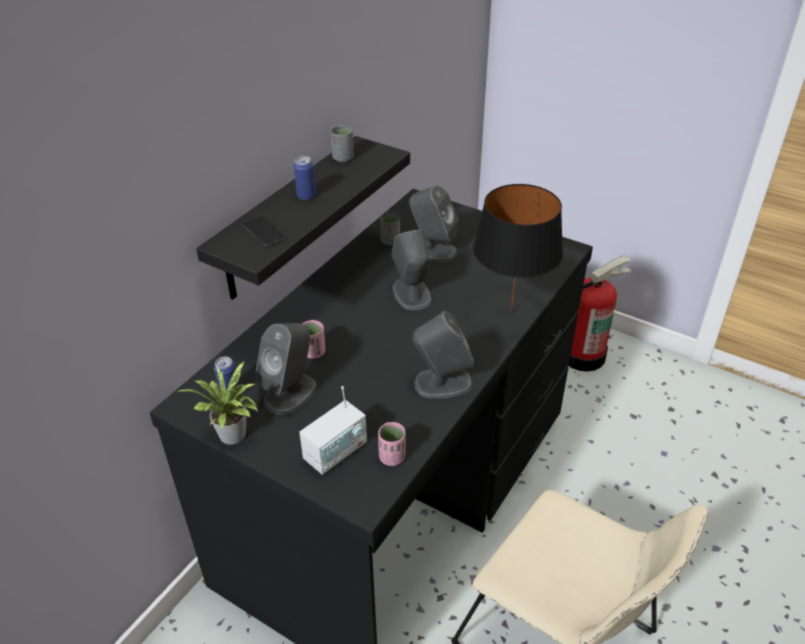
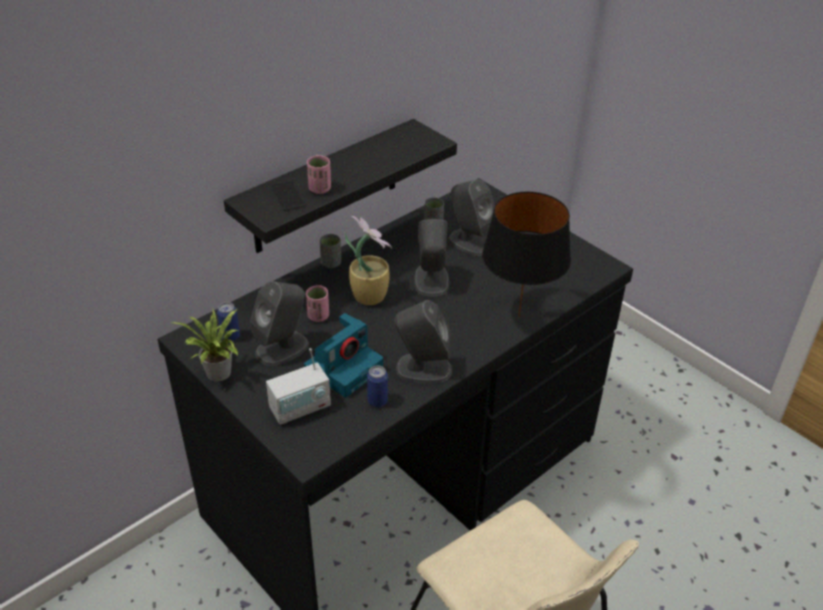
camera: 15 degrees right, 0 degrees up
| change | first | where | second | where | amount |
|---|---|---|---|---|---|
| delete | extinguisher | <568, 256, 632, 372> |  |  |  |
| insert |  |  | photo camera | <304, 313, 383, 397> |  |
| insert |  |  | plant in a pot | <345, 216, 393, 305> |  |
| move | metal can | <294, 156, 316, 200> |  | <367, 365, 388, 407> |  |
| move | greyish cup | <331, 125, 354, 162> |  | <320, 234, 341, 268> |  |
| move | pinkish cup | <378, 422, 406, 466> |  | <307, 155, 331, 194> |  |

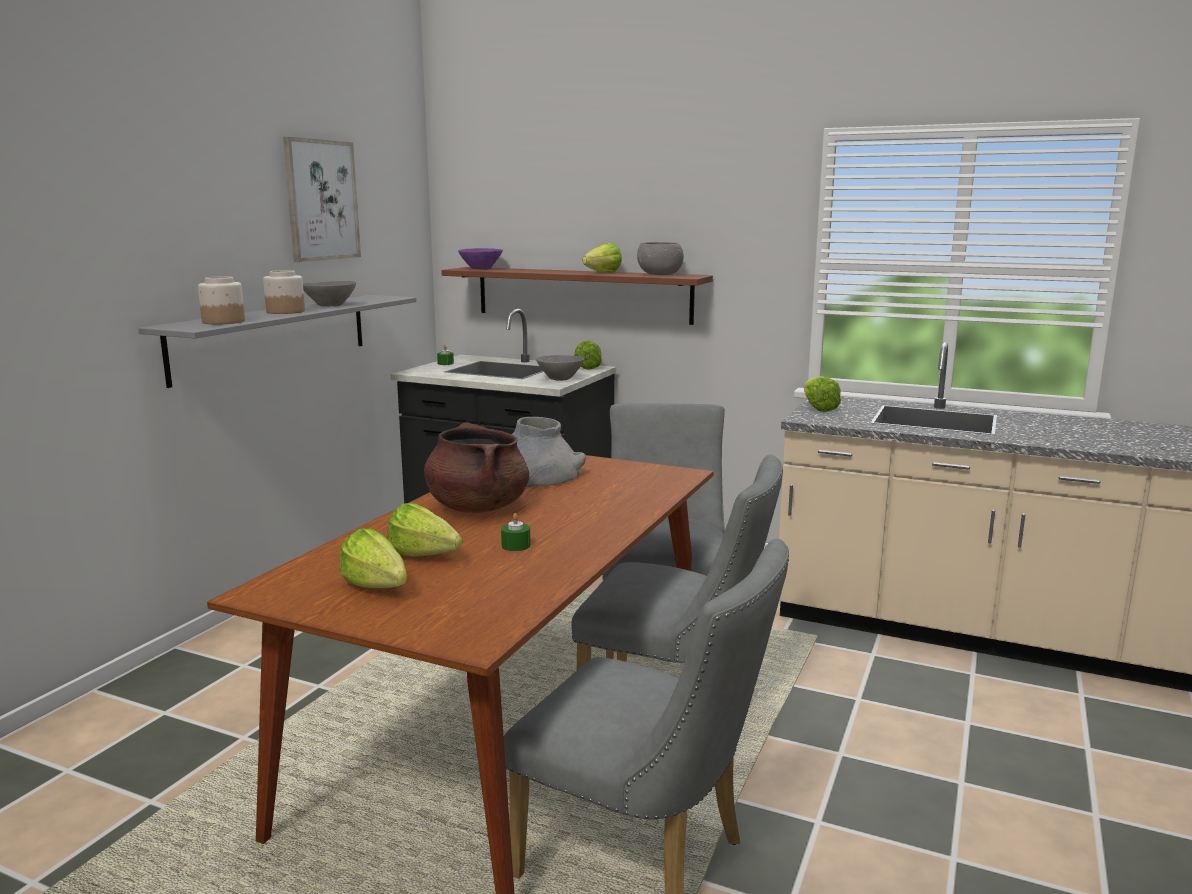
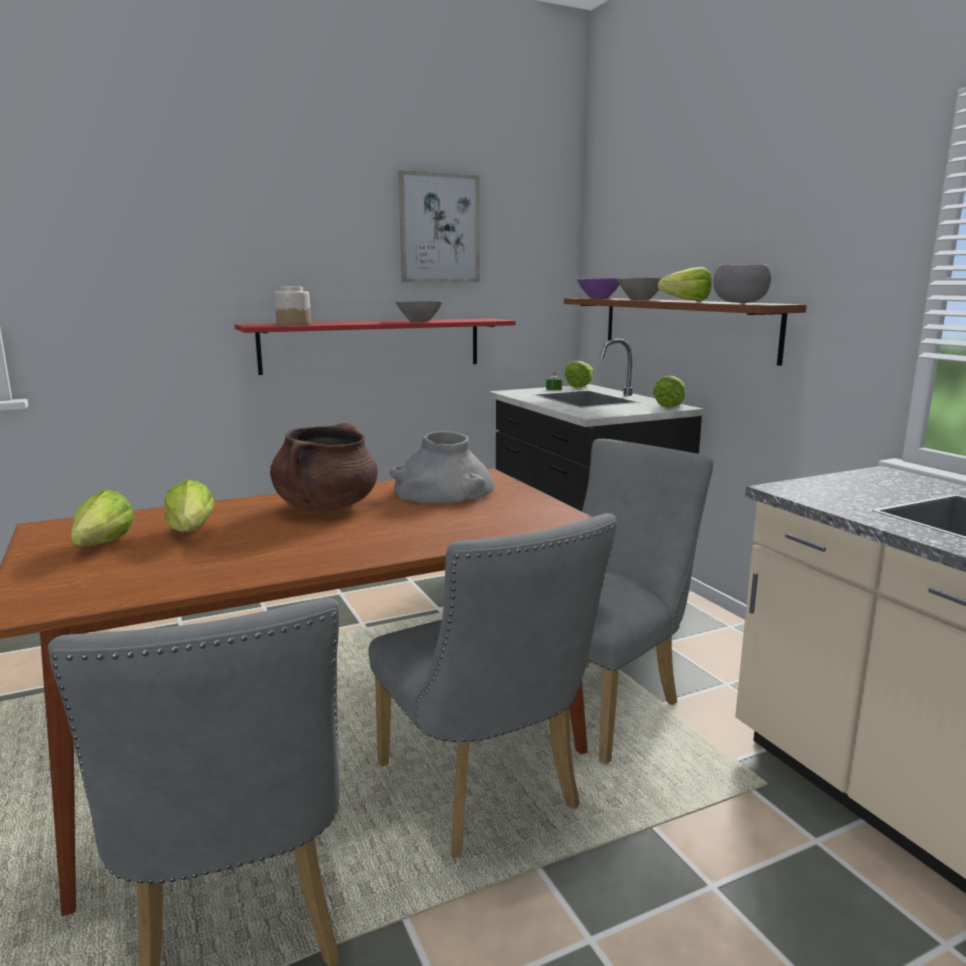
camera: 40 degrees right, 0 degrees up
| change | first | where | second | where | amount |
|---|---|---|---|---|---|
| delete | preserve jar | <263, 270, 305, 314> |  |  |  |
| delete | green-coloured wax candle | <501, 513, 530, 551> |  |  |  |
| move | greyish deep dish | <536, 355, 584, 381> |  | <617, 278, 662, 300> |  |
| move | head of lettuce | <804, 376, 841, 412> |  | <565, 361, 593, 388> |  |
| recolor | greyish wall shelf | <138, 295, 417, 388> | reddish wall shelf | <235, 318, 516, 375> |  |

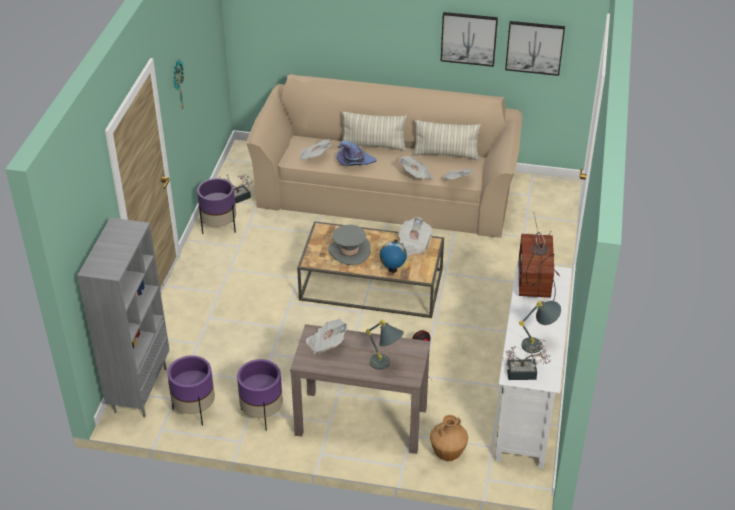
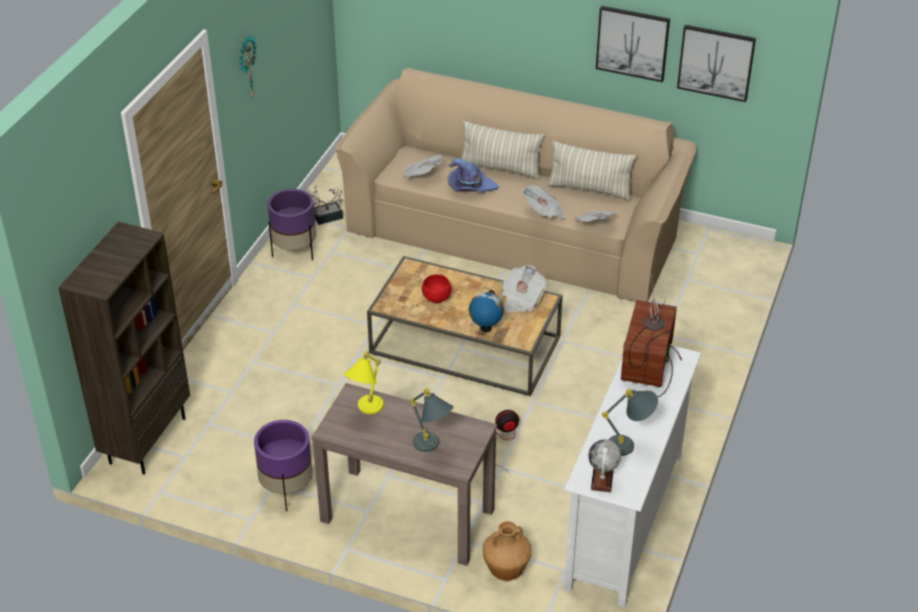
camera: 10 degrees right, 0 degrees up
| change | first | where | second | where | amount |
|---|---|---|---|---|---|
| delete | purple planter | <168, 355, 215, 426> |  |  |  |
| replace | printed paper | <306, 319, 348, 354> | yellow tabletop lamp | <343, 352, 383, 414> |  |
| replace | greyish wearable hat | <328, 225, 371, 265> | reddish deep dish | <422, 274, 451, 303> |  |
| replace | plant in a pot | <501, 339, 550, 380> | globe | <588, 440, 621, 492> |  |
| recolor | greyish shelving unit | <77, 218, 170, 418> | brown-coloured shelving unit | <58, 222, 190, 475> |  |

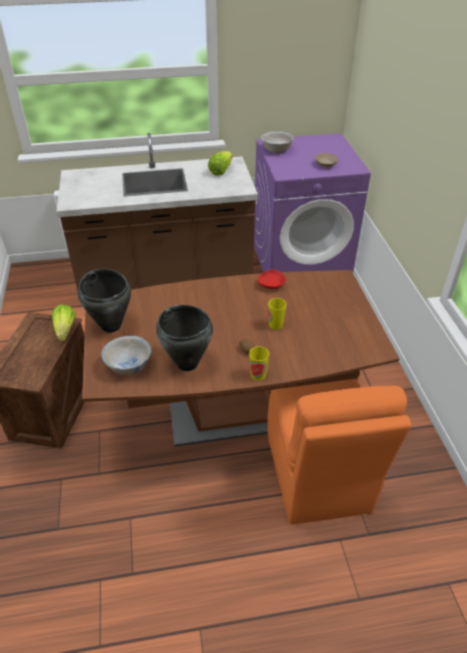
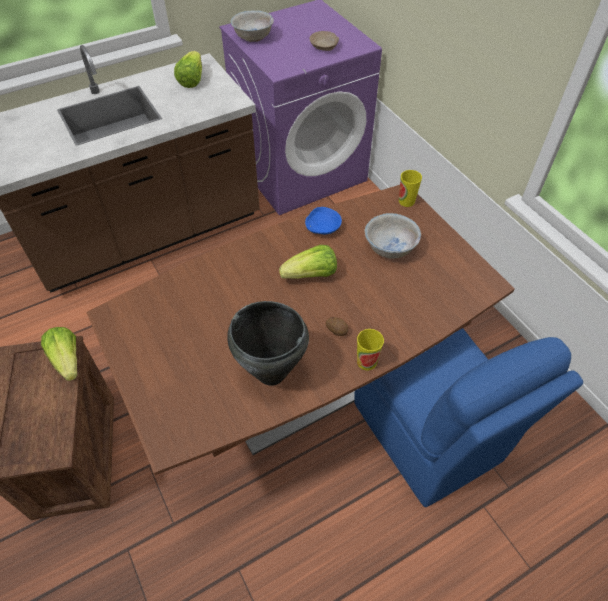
camera: 20 degrees left, 10 degrees up
| change | first | where | second | where | amount |
|---|---|---|---|---|---|
| delete | black-coloured stockpot | <78, 269, 131, 333> |  |  |  |
| insert |  |  | head of lettuce | <279, 245, 337, 279> |  |
| move | whitish deep dish | <101, 336, 152, 375> |  | <365, 213, 421, 259> |  |
| move | cup | <268, 298, 287, 330> |  | <399, 170, 422, 207> |  |
| recolor | reddish deep dish | <258, 270, 286, 289> | blue-coloured deep dish | <305, 207, 342, 234> |  |
| recolor | orangey upright chair | <267, 379, 411, 524> | blue-coloured upright chair | <354, 328, 583, 507> |  |

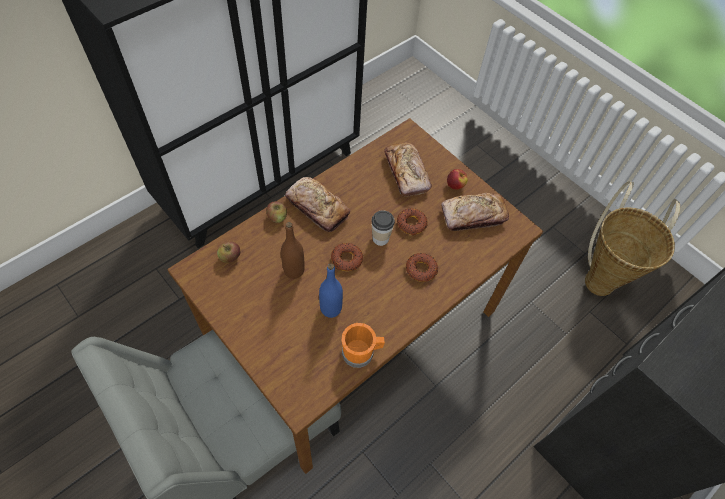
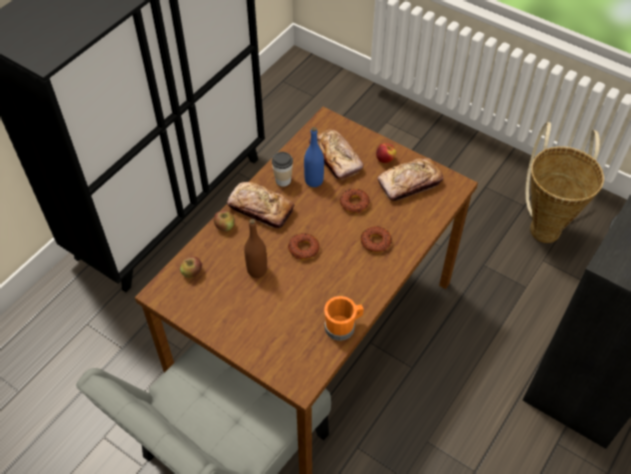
camera: 10 degrees left, 5 degrees down
| change | first | where | second | where | amount |
|---|---|---|---|---|---|
| move | blue-coloured drink bottle | <319, 264, 343, 318> |  | <304, 127, 324, 187> |  |
| move | cup | <371, 210, 395, 246> |  | <272, 152, 293, 187> |  |

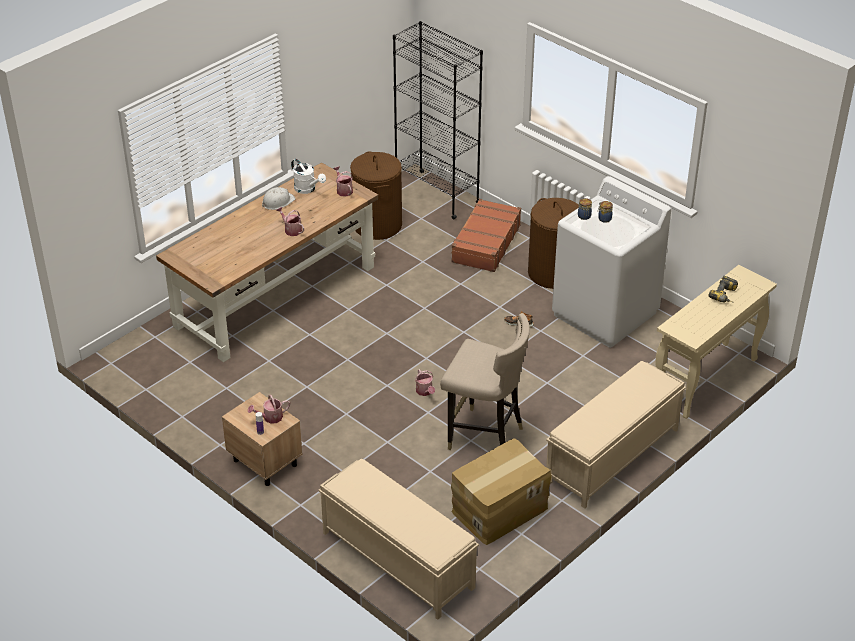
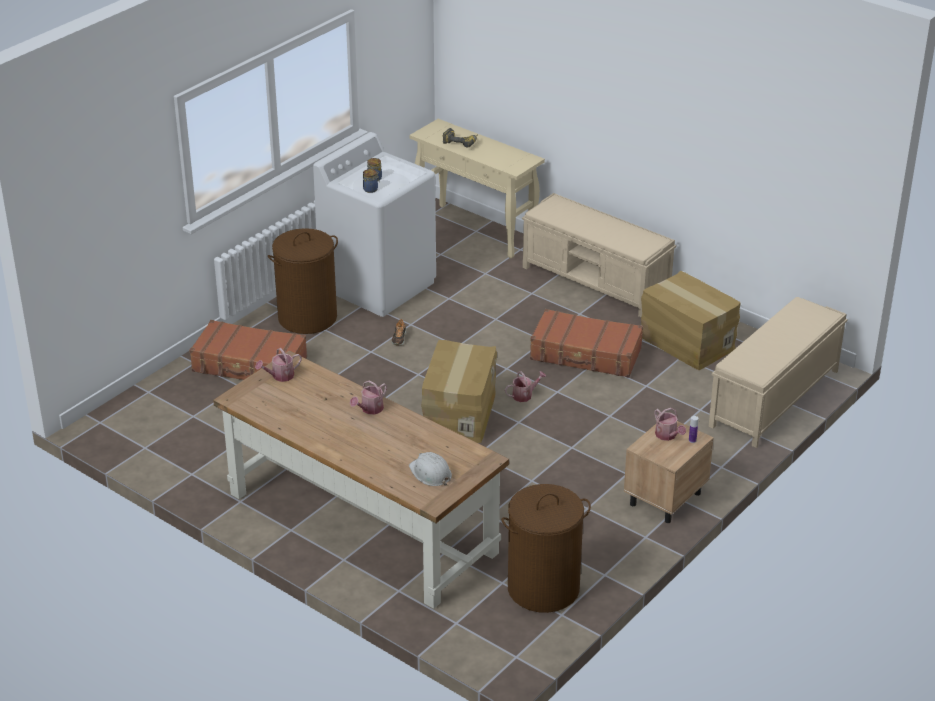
camera: 95 degrees left, 5 degrees down
| change | first | where | second | where | amount |
|---|---|---|---|---|---|
| delete | whitish sprinkling can | <291, 159, 326, 194> |  |  |  |
| delete | black-coloured shelving unit | <393, 21, 483, 219> |  |  |  |
| insert |  |  | carton | <421, 340, 497, 443> |  |
| move | whitish safety helmet | <262, 187, 296, 210> |  | <409, 452, 452, 486> |  |
| move | brown-coloured laundry basket | <350, 151, 402, 240> |  | <502, 484, 591, 613> |  |
| replace | beige-coloured sitting stool | <440, 313, 530, 450> | brown-coloured suitcase | <530, 309, 643, 378> |  |

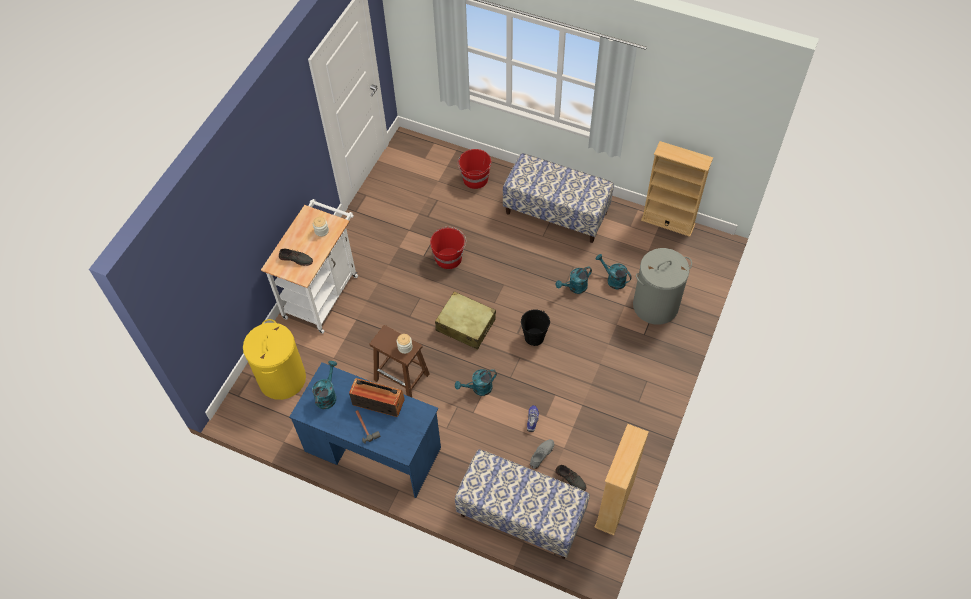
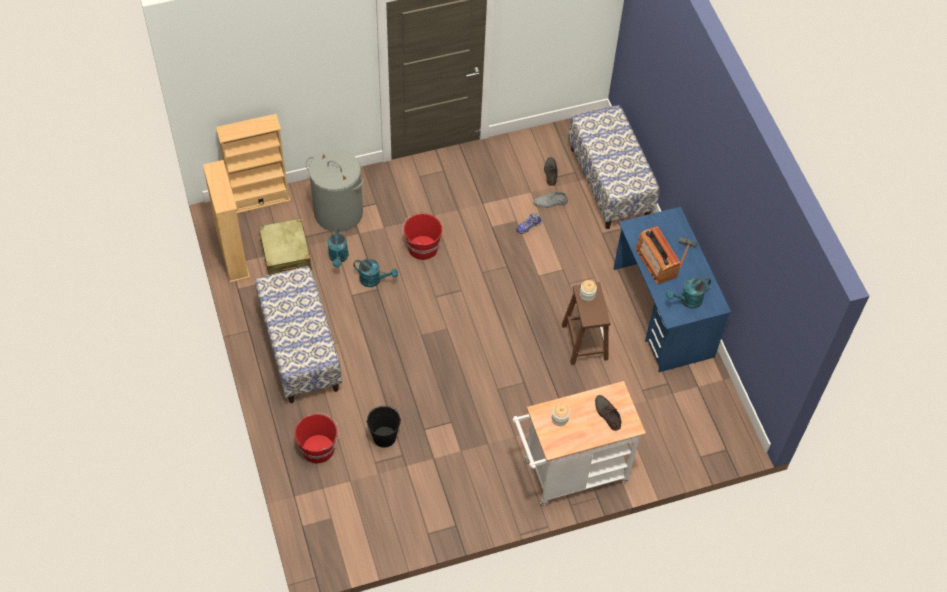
camera: 135 degrees left, 0 degrees up
| change | first | where | second | where | amount |
|---|---|---|---|---|---|
| delete | yellow laundry basket | <243, 319, 306, 400> |  |  |  |
| delete | blue-green sprinkling can | <455, 369, 497, 396> |  |  |  |
| move | reddish pail | <430, 227, 466, 269> |  | <402, 212, 442, 260> |  |
| move | beige-coloured suitcase | <435, 291, 496, 350> |  | <259, 218, 312, 275> |  |
| move | black-coloured pail | <521, 310, 550, 346> |  | <366, 406, 401, 448> |  |
| move | beige-coloured shelving unit | <594, 424, 649, 535> |  | <216, 114, 291, 214> |  |

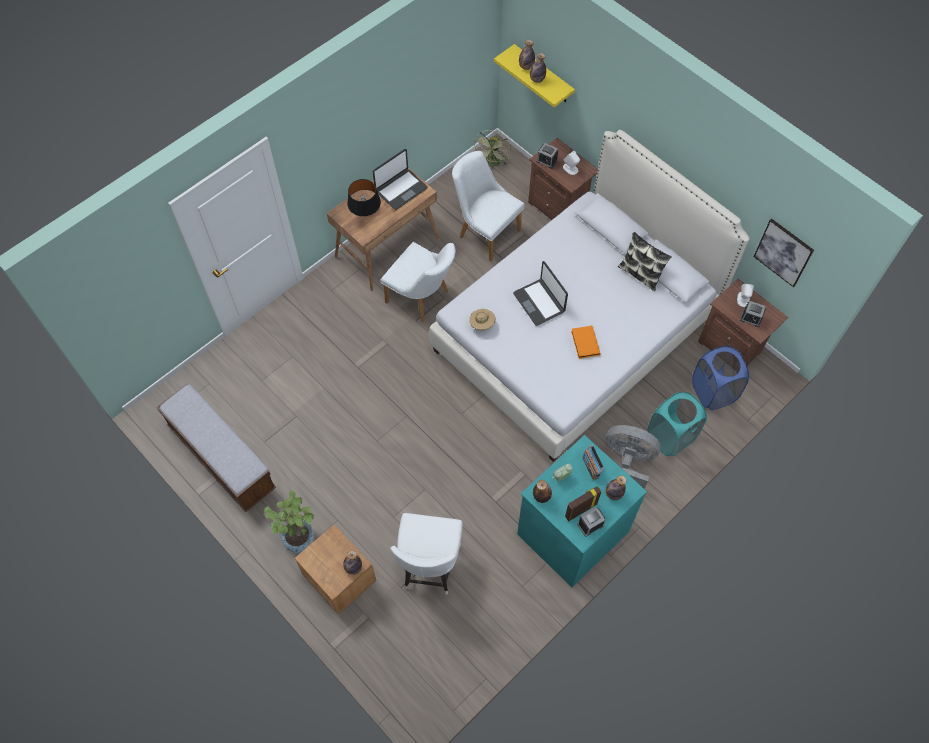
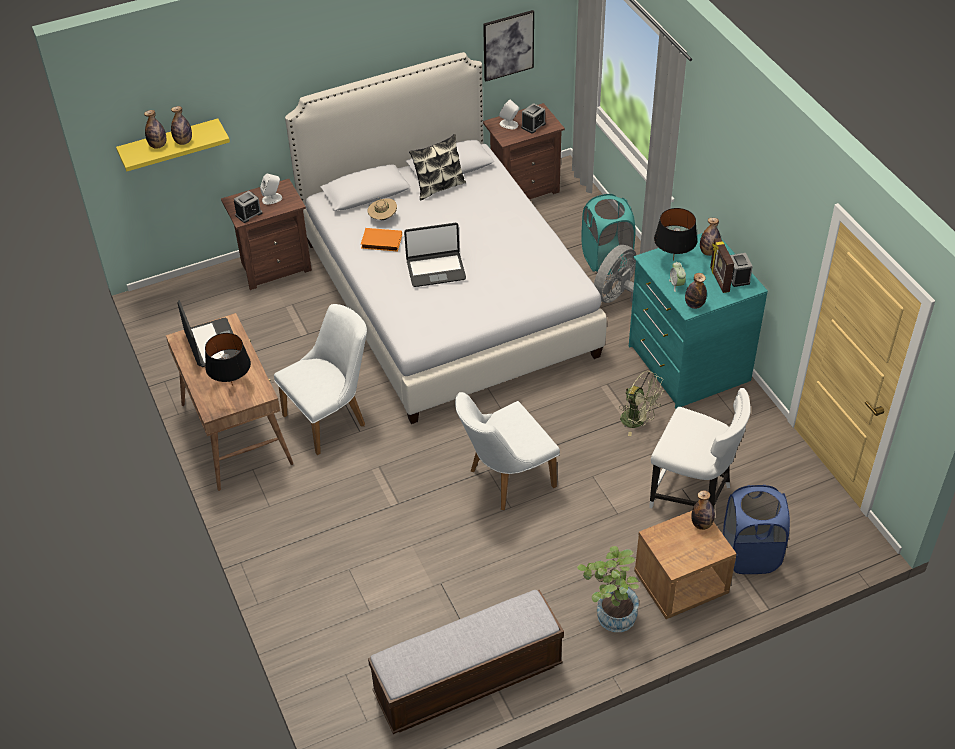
camera: 70 degrees left, 15 degrees down
| change | first | where | second | where | amount |
|---|---|---|---|---|---|
| move | whitish upright chair | <452, 151, 524, 261> |  | <455, 392, 560, 510> |  |
| move | beige-coloured wearable hat | <469, 309, 496, 330> |  | <368, 198, 397, 220> |  |
| move | green-coloured fan | <473, 130, 511, 167> |  | <619, 370, 664, 436> |  |
| move | orangey book | <571, 325, 601, 359> |  | <361, 228, 402, 252> |  |
| move | blue-coloured laundry basket | <692, 345, 749, 410> |  | <723, 485, 790, 574> |  |
| replace | radio set | <582, 445, 604, 480> | black-coloured tabletop lamp | <654, 208, 697, 261> |  |

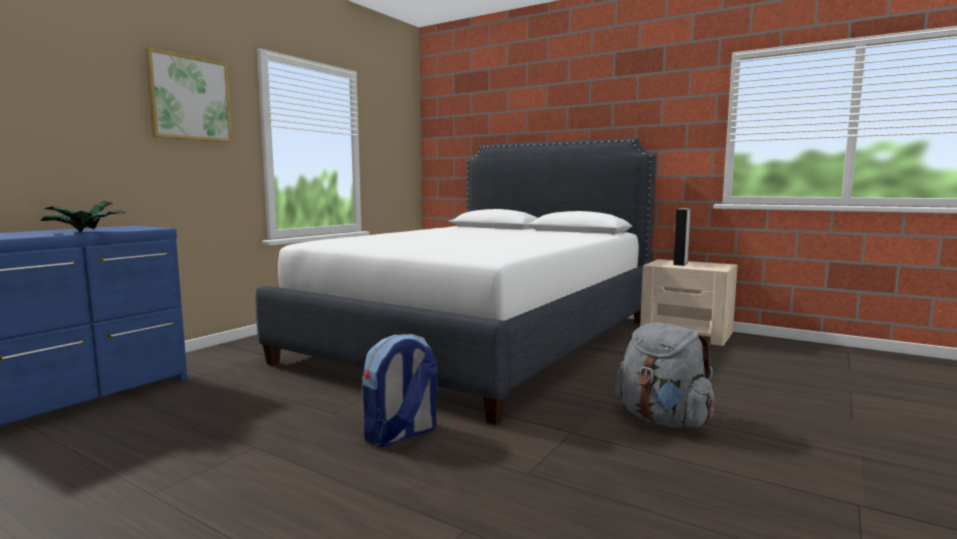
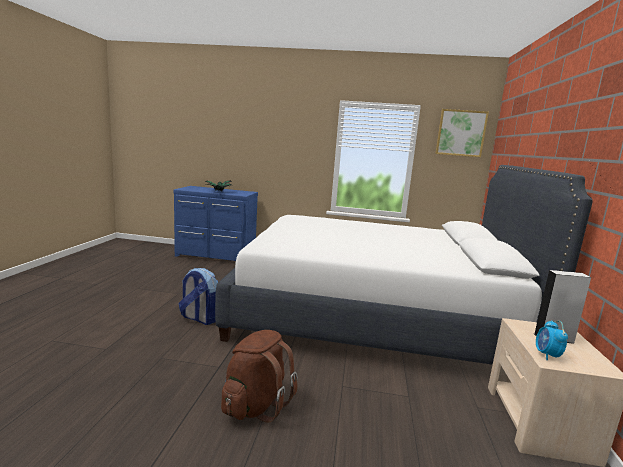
camera: 65 degrees right, 5 degrees up
| change | first | where | second | where | amount |
|---|---|---|---|---|---|
| insert |  |  | alarm clock | <536, 320, 568, 360> |  |
| move | wall picture | <145, 47, 233, 142> |  | <436, 109, 489, 157> |  |
| recolor | greyish backpack | <615, 322, 714, 428> | brown-coloured backpack | <221, 330, 298, 423> |  |

